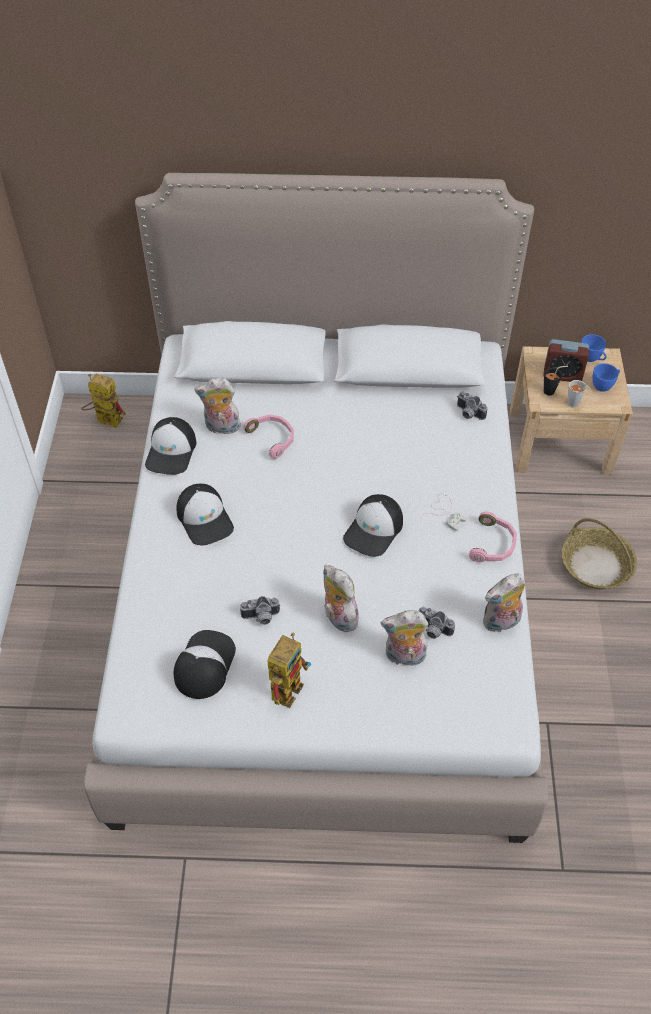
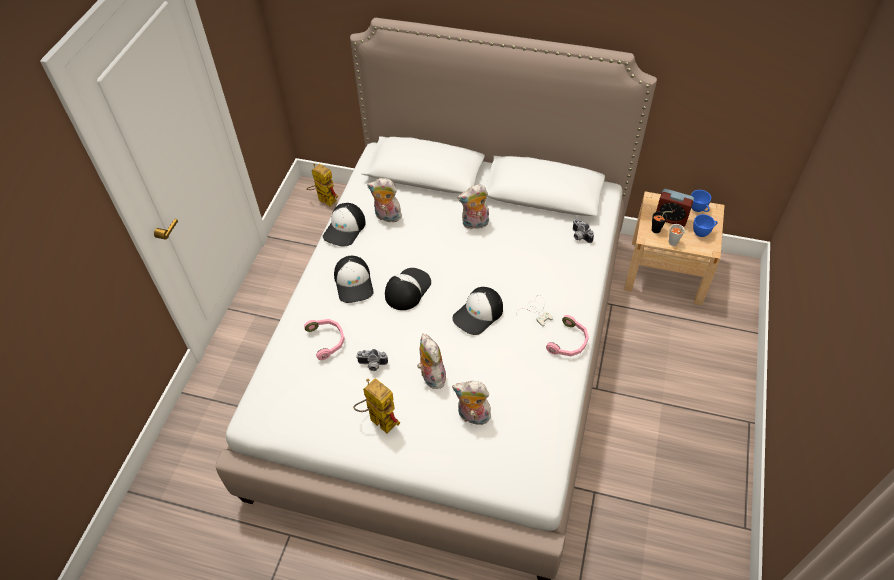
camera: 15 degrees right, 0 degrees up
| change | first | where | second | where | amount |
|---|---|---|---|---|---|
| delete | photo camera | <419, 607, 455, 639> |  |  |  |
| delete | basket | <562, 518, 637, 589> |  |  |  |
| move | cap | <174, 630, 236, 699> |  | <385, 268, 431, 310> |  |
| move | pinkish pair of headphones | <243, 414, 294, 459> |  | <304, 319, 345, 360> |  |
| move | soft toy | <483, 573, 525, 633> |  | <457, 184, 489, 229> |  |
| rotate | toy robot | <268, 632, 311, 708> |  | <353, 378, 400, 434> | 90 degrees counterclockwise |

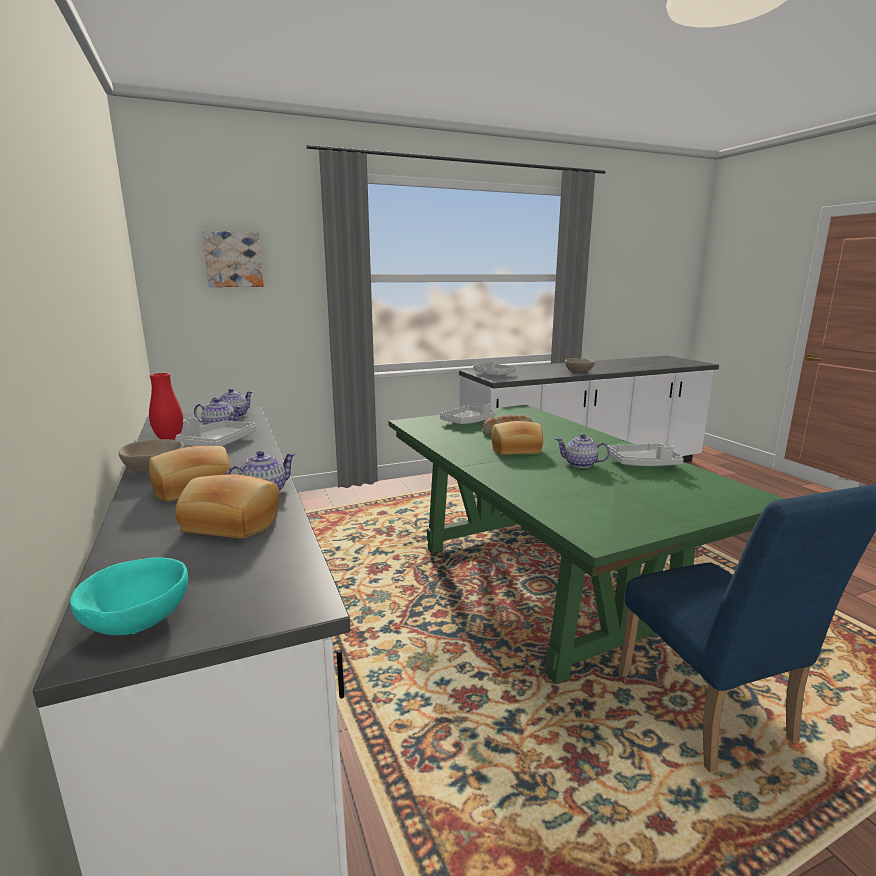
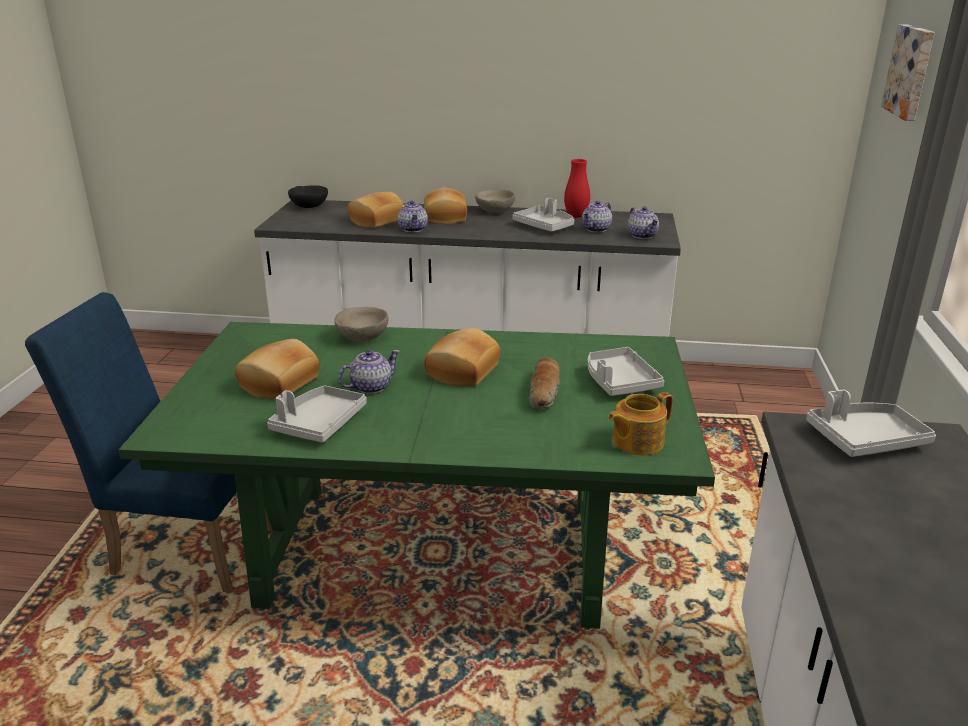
camera: 120 degrees right, 10 degrees up
| change | first | where | second | where | amount |
|---|---|---|---|---|---|
| insert |  |  | bread | <235, 339, 319, 399> |  |
| insert |  |  | teapot | <608, 392, 673, 455> |  |
| move | beige-coloured deep dish | <565, 358, 595, 373> |  | <334, 307, 389, 342> |  |
| recolor | blue-green deep dish | <70, 557, 188, 635> | black-coloured deep dish | <288, 185, 328, 208> |  |

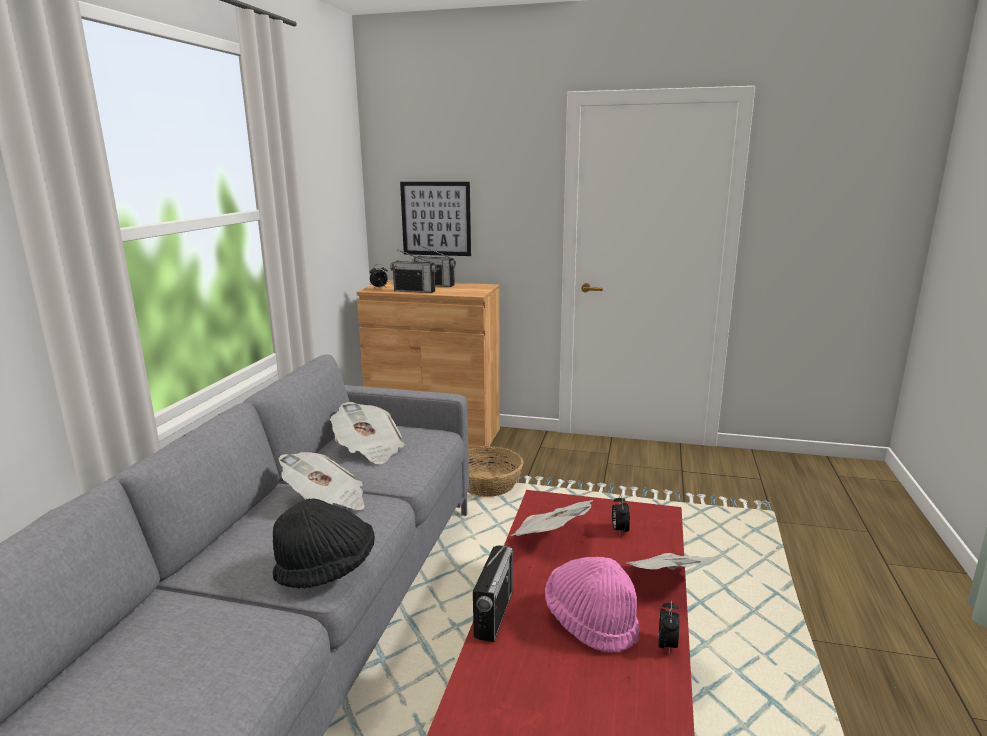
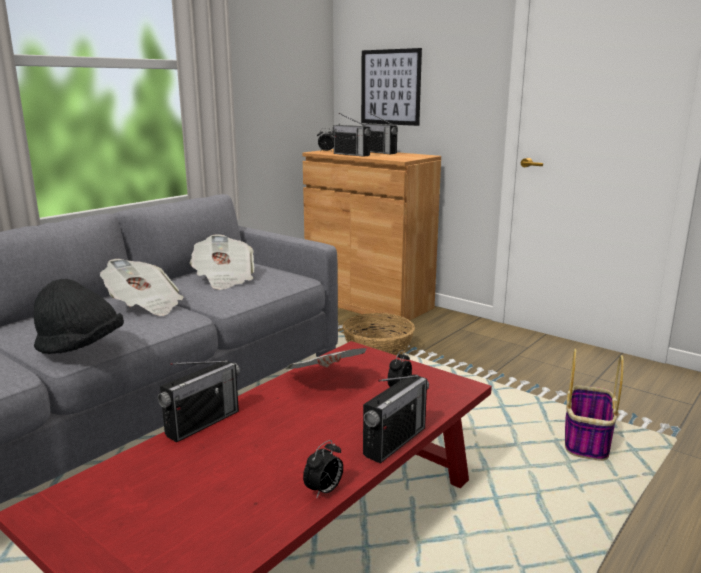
camera: 25 degrees right, 0 degrees up
| change | first | where | second | where | amount |
|---|---|---|---|---|---|
| delete | pinkish wearable hat | <545, 557, 639, 653> |  |  |  |
| insert |  |  | basket | <565, 348, 624, 461> |  |
| replace | printed paper | <627, 553, 719, 570> | radio set | <363, 374, 429, 463> |  |

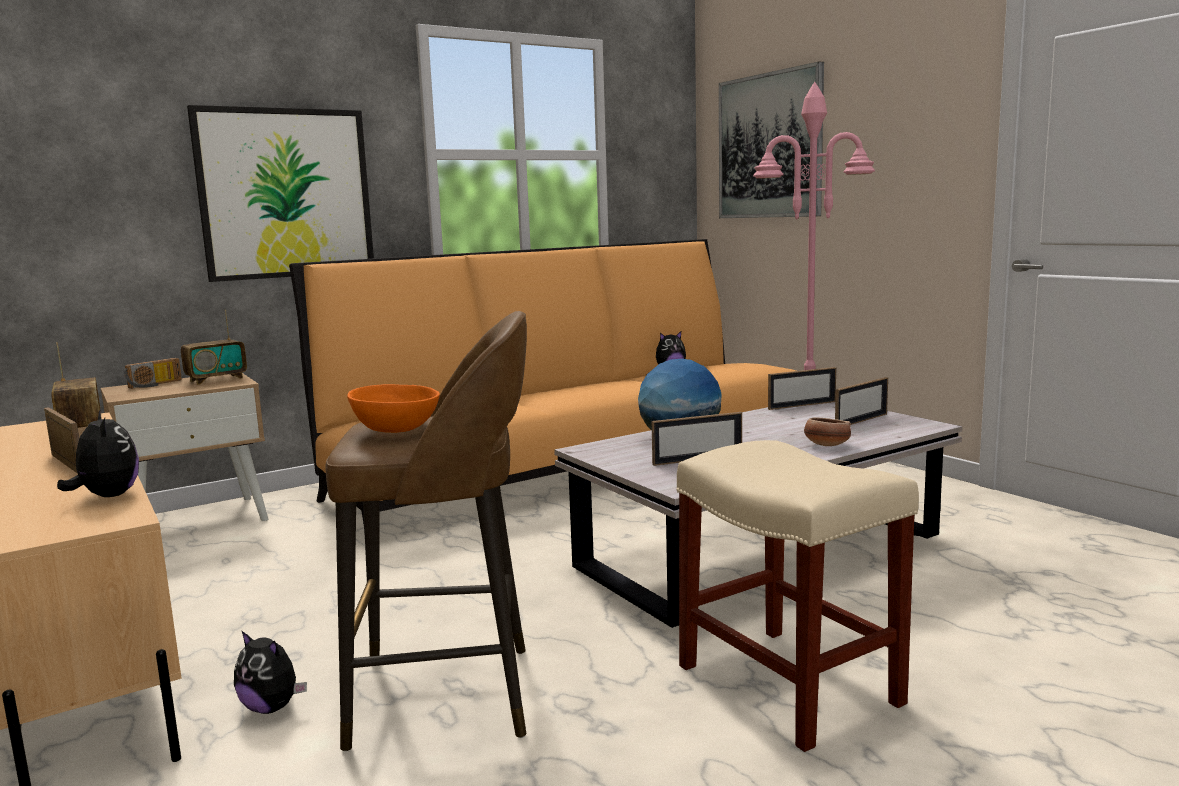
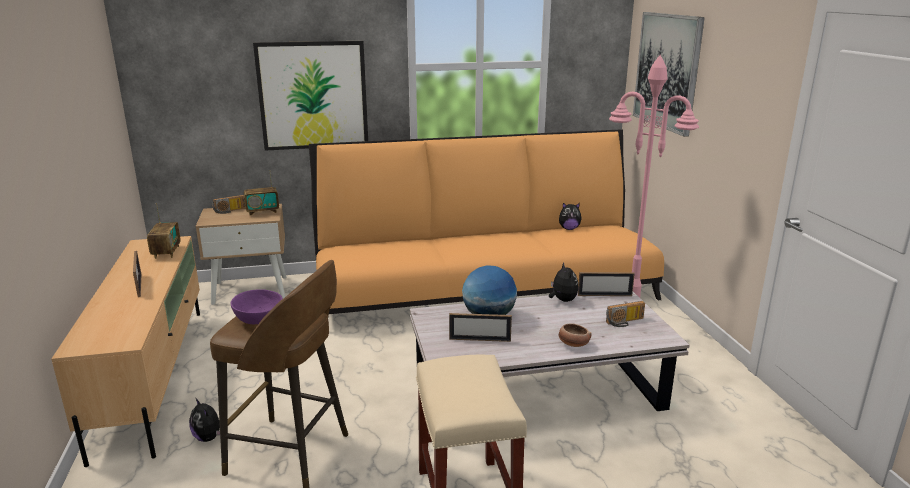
camera: 20 degrees right, 10 degrees up
| change | first | where | second | where | amount |
|---|---|---|---|---|---|
| move | soft toy | <57, 409, 139, 497> |  | <549, 262, 579, 302> |  |
| replace | picture frame | <835, 377, 888, 425> | radio set | <606, 301, 645, 327> |  |
| recolor | orangey deep dish | <347, 384, 440, 433> | purple deep dish | <231, 289, 283, 324> |  |

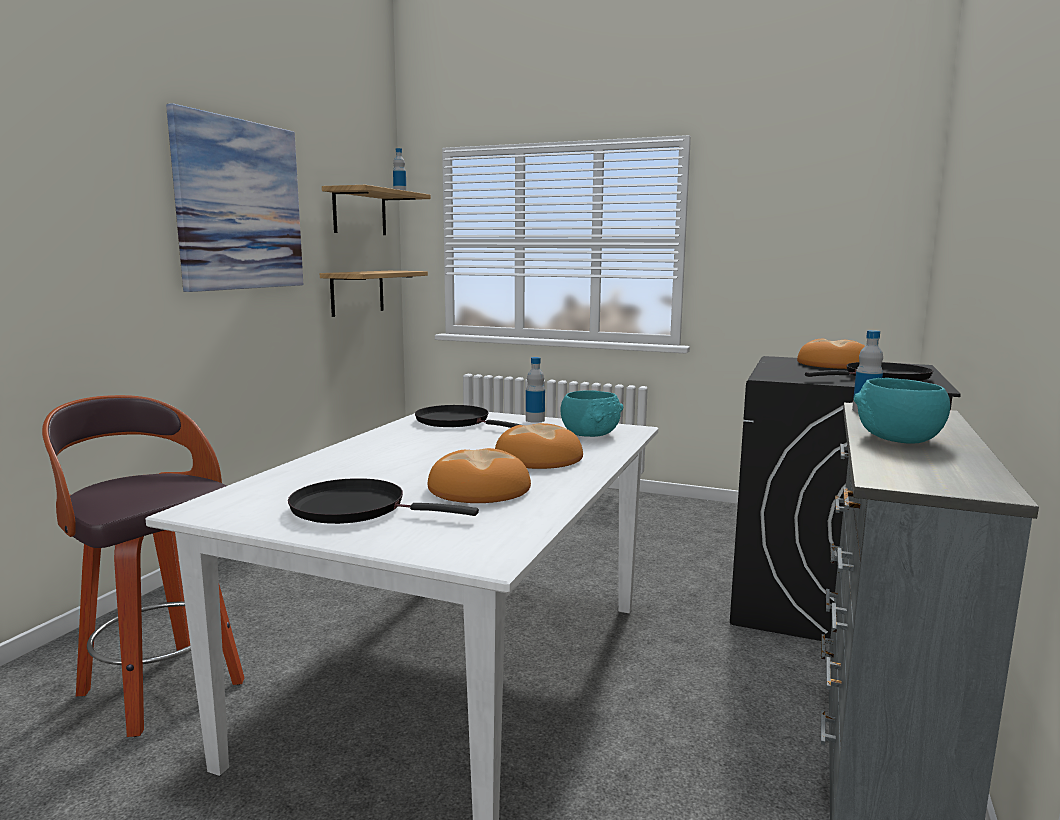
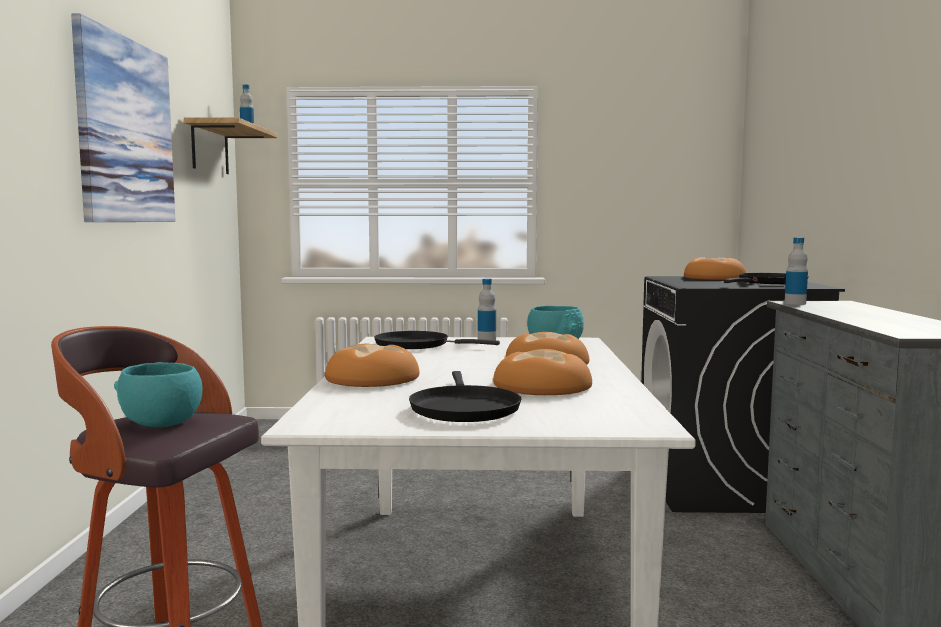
camera: 20 degrees left, 5 degrees down
| change | first | where | second | where | amount |
|---|---|---|---|---|---|
| delete | wall shelf | <320, 271, 428, 317> |  |  |  |
| insert |  |  | bread | <325, 344, 419, 387> |  |
| move | blue-green deep dish | <854, 378, 950, 444> |  | <114, 362, 203, 428> |  |
| rotate | black-coloured pan | <288, 478, 479, 524> |  | <409, 371, 521, 422> | 90 degrees counterclockwise |

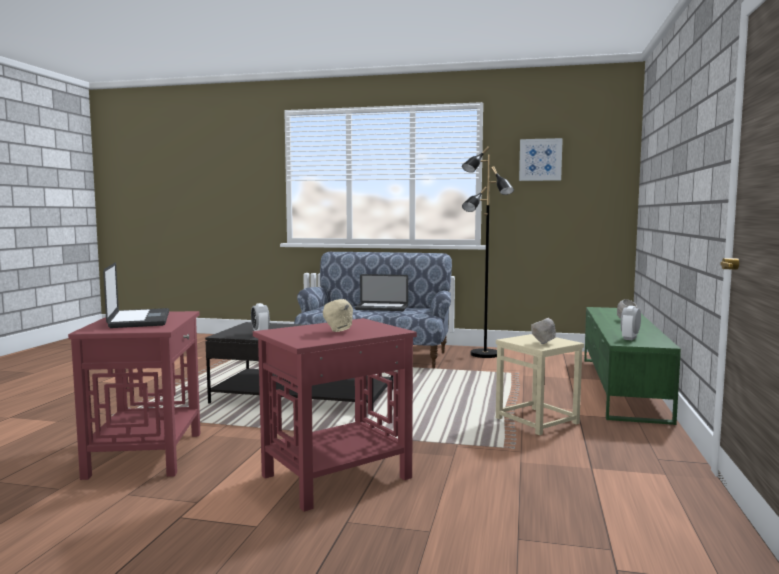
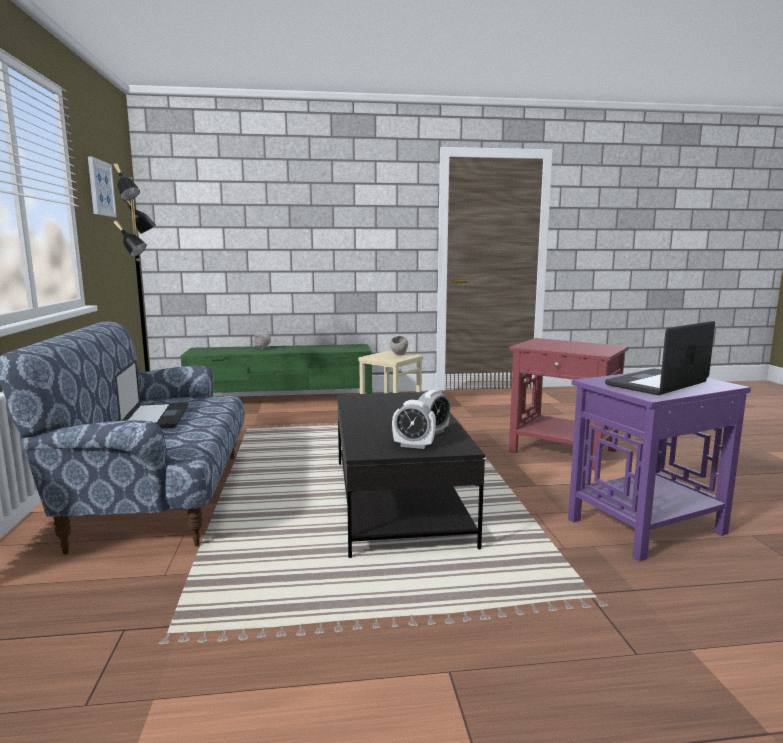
camera: 110 degrees left, 5 degrees up
| change | first | where | second | where | amount |
|---|---|---|---|---|---|
| delete | beige-coloured deep dish | <323, 299, 353, 332> |  |  |  |
| move | alarm clock | <621, 306, 641, 340> |  | <392, 400, 436, 449> |  |
| recolor | reddish side table | <68, 311, 200, 480> | purple side table | <568, 369, 751, 562> |  |

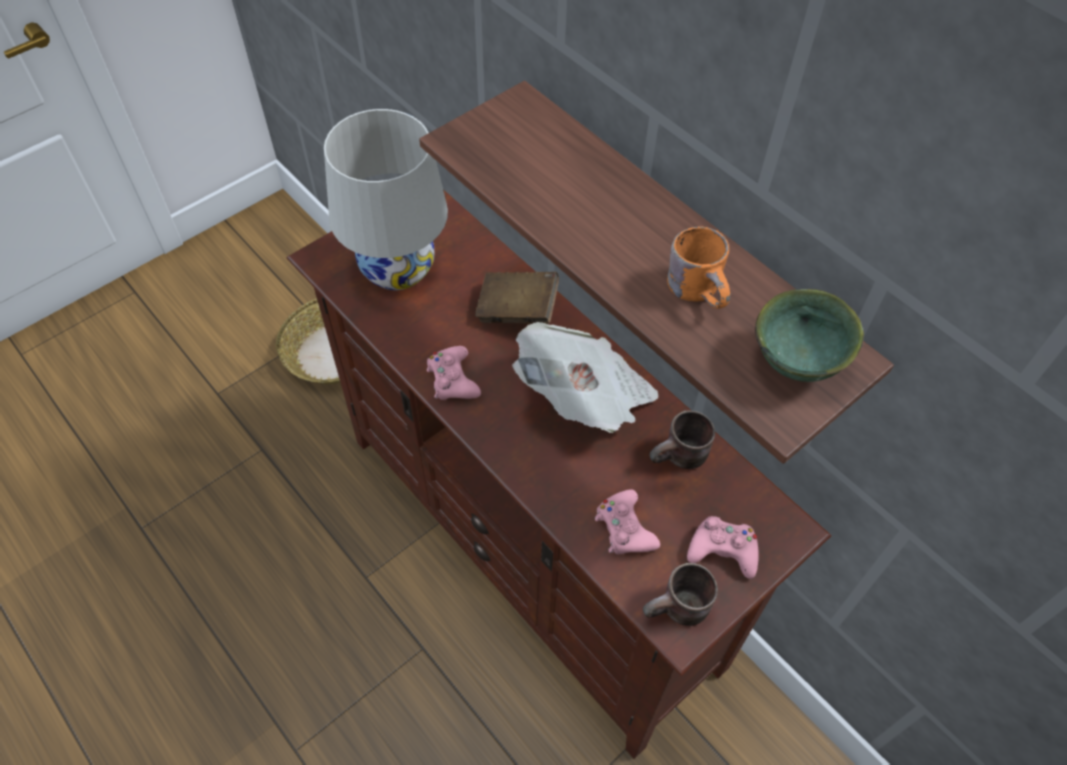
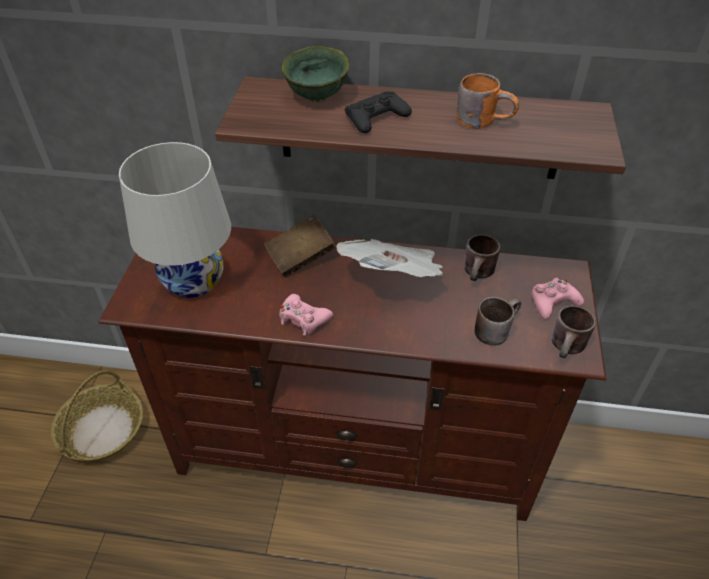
camera: 40 degrees left, 10 degrees down
| change | first | where | second | where | amount |
|---|---|---|---|---|---|
| insert |  |  | black-coloured game controller | <345, 91, 412, 133> |  |
| move | green-coloured deep dish | <755, 289, 864, 382> |  | <282, 46, 349, 102> |  |
| replace | pinkish game controller | <595, 489, 660, 554> | brown-coloured coffee mug | <475, 296, 521, 346> |  |

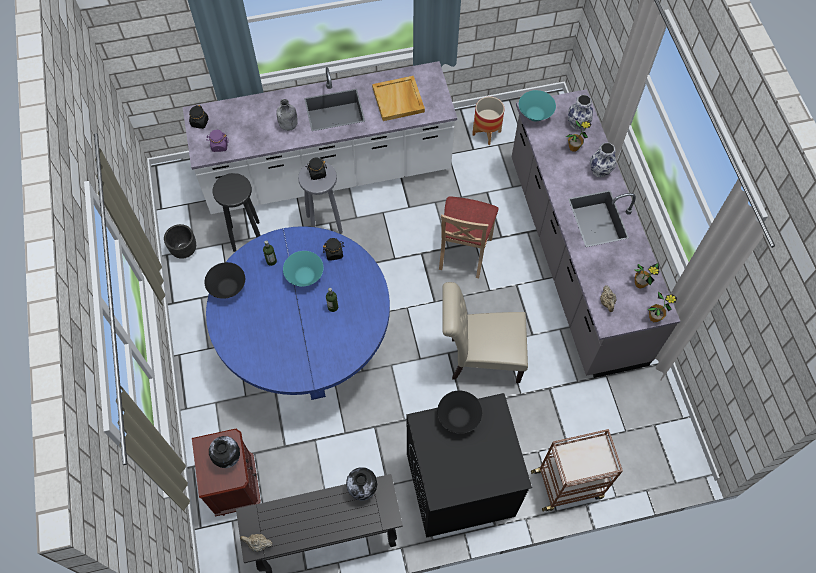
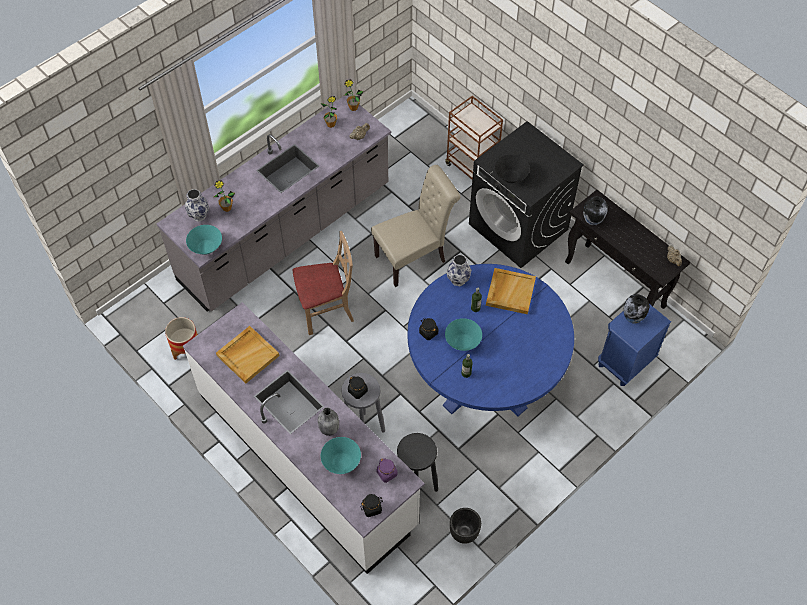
camera: 120 degrees left, 5 degrees down
| change | first | where | second | where | amount |
|---|---|---|---|---|---|
| delete | black-coloured deep dish | <205, 262, 245, 299> |  |  |  |
| insert |  |  | blue-green deep dish | <321, 437, 361, 474> |  |
| insert |  |  | beige-coloured serving tray | <486, 268, 536, 314> |  |
| move | vase | <590, 143, 616, 177> |  | <447, 254, 471, 286> |  |
| recolor | brown-coloured nightstand | <192, 429, 261, 517> | blue-coloured nightstand | <598, 304, 671, 386> |  |
| rotate | beige-coloured upright chair | <442, 282, 528, 383> |  | <371, 165, 460, 287> | 90 degrees counterclockwise |

